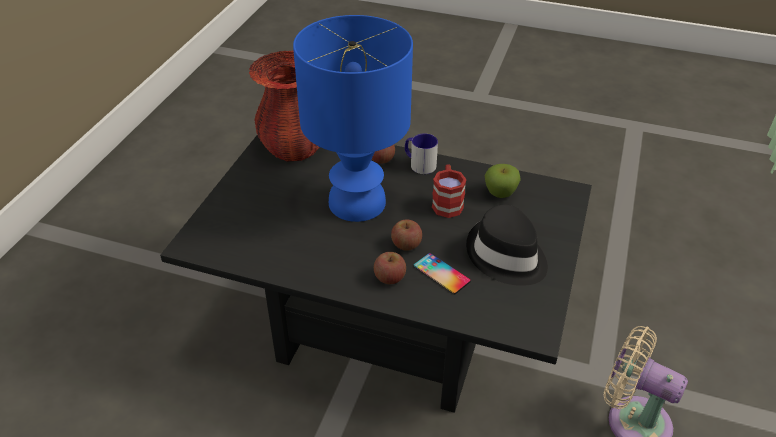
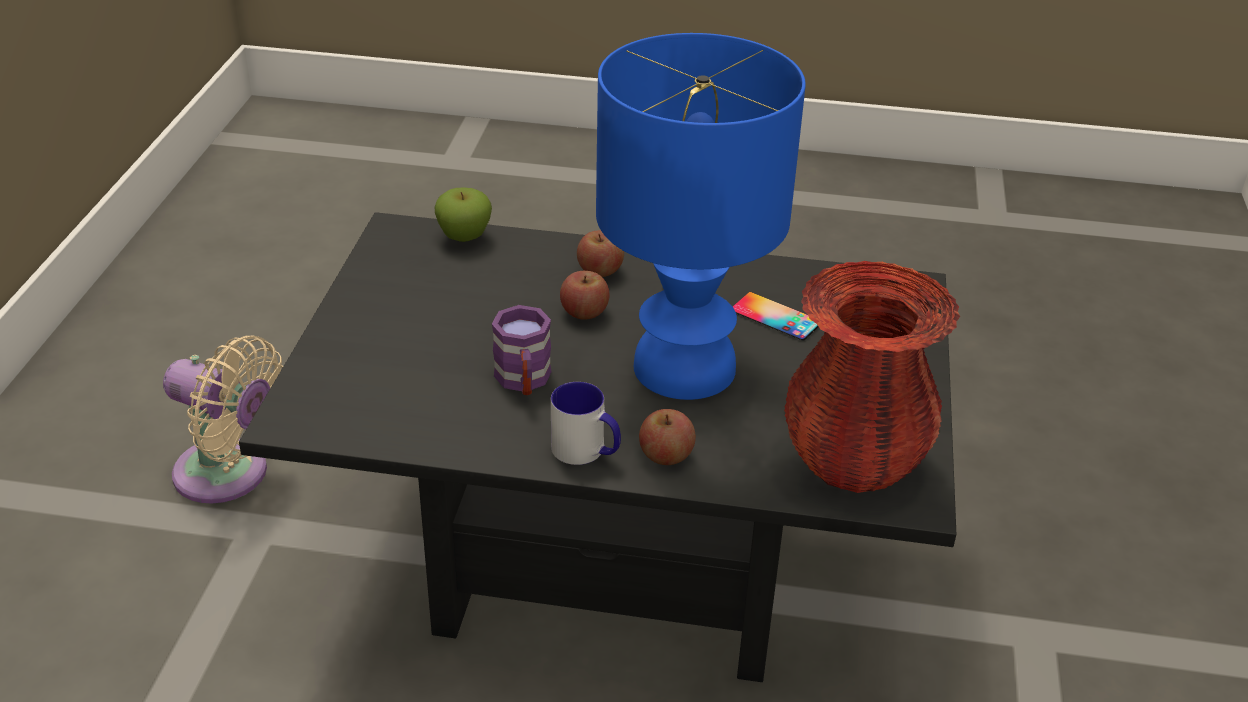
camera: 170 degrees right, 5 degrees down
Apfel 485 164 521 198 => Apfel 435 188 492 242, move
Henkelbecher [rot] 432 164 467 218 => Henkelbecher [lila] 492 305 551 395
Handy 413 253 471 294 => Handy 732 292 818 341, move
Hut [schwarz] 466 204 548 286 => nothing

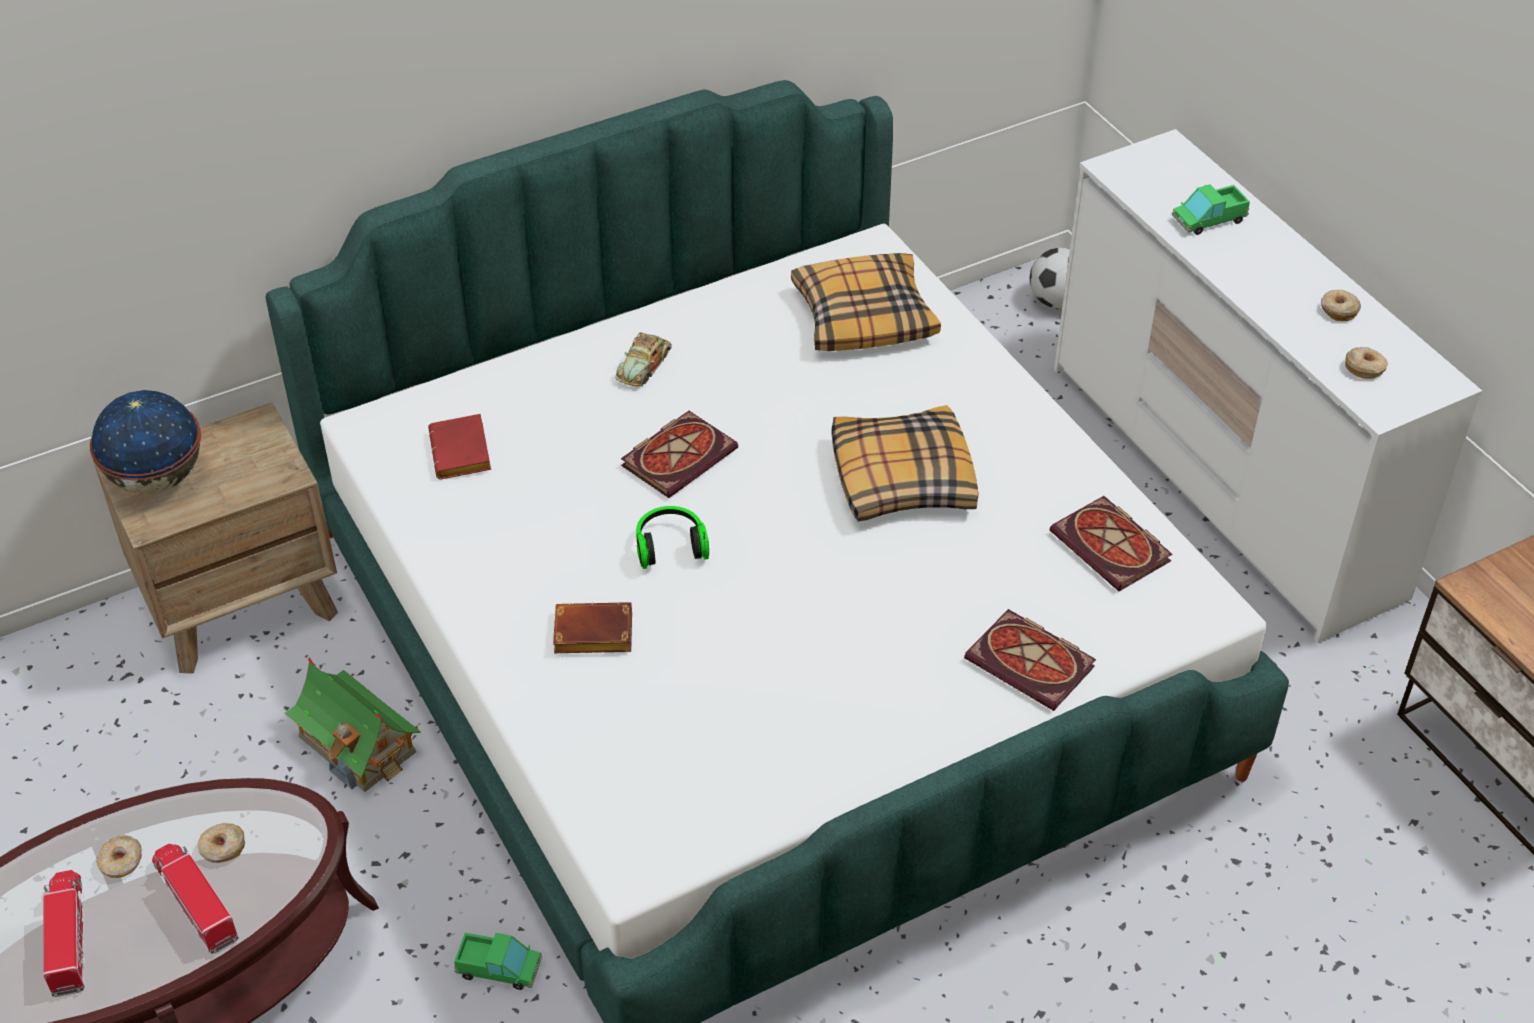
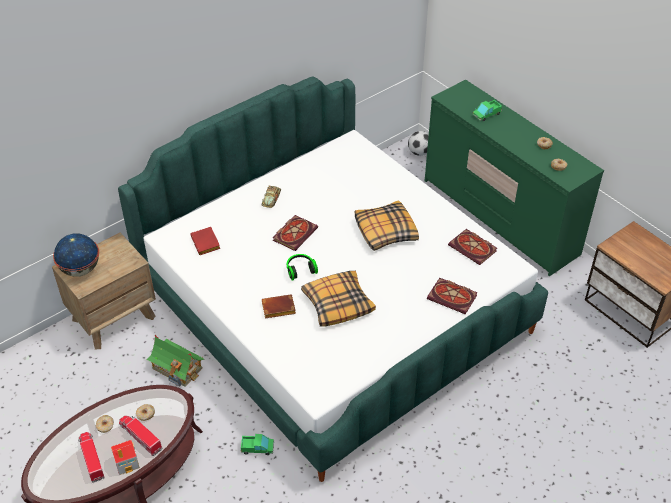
camera: 10 degrees left, 0 degrees up
nothing => Spielzeughaus 111 440 140 475
Kissen 791 253 941 351 => Kissen 301 271 376 327, move
Kommode [weiß] 1054 129 1482 643 => Kommode [grün] 425 79 604 276

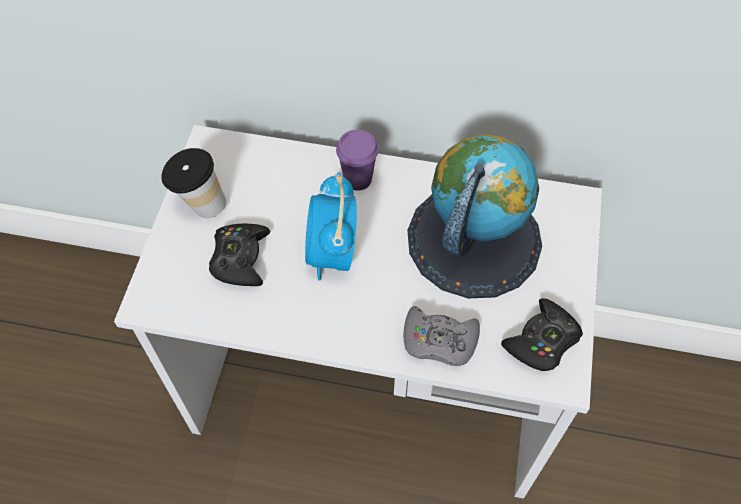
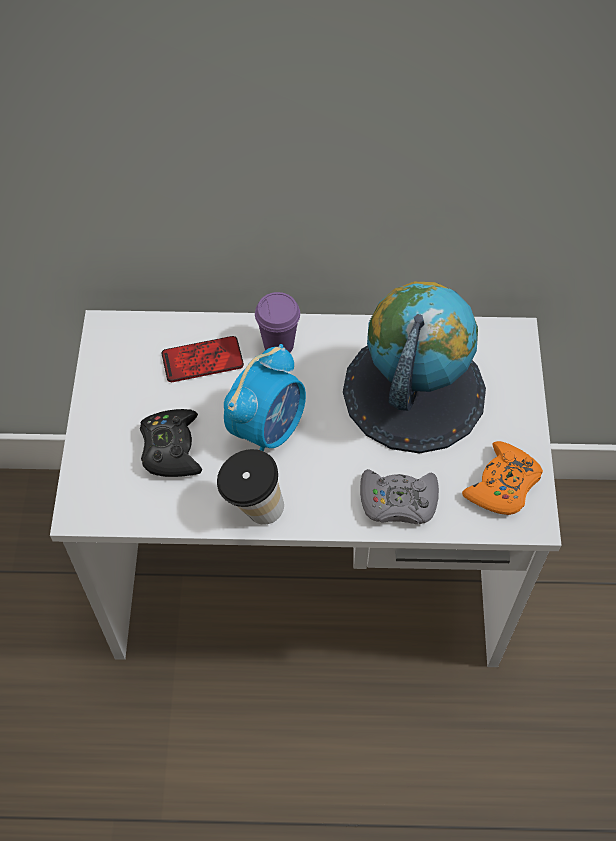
camera: 10 degrees left, 0 degrees up
nothing => Handy 162 336 244 382
Tasse 161 148 226 218 => Tasse 217 449 284 525, move
Wecker 305 172 357 281 => Wecker 224 344 306 451, 135 degrees counterclockwise
Gamepad [schwarz] 501 298 583 371 => Gamepad [orange] 462 441 543 515

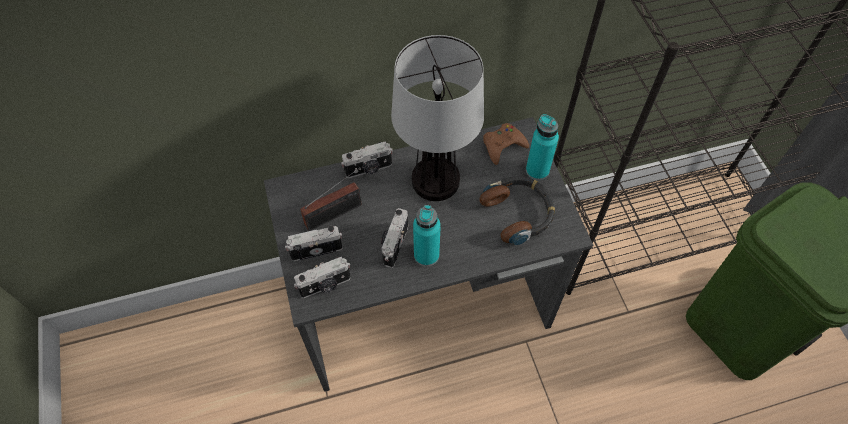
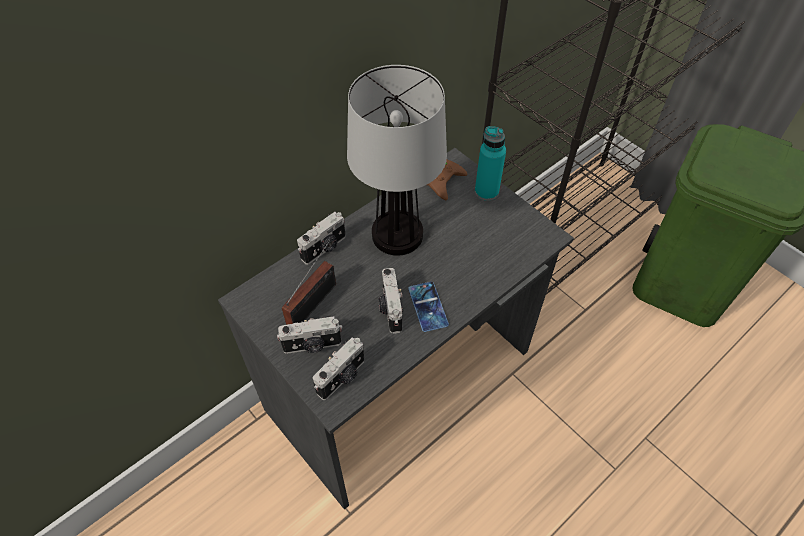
camera: 25 degrees left, 5 degrees down
Kamera 285 226 343 261 => Kamera 277 316 342 354, 150 degrees counterclockwise
Flasche [türkis] 413 205 441 266 => Handy 408 282 449 332
Kopfhörer 479 177 555 245 => nothing

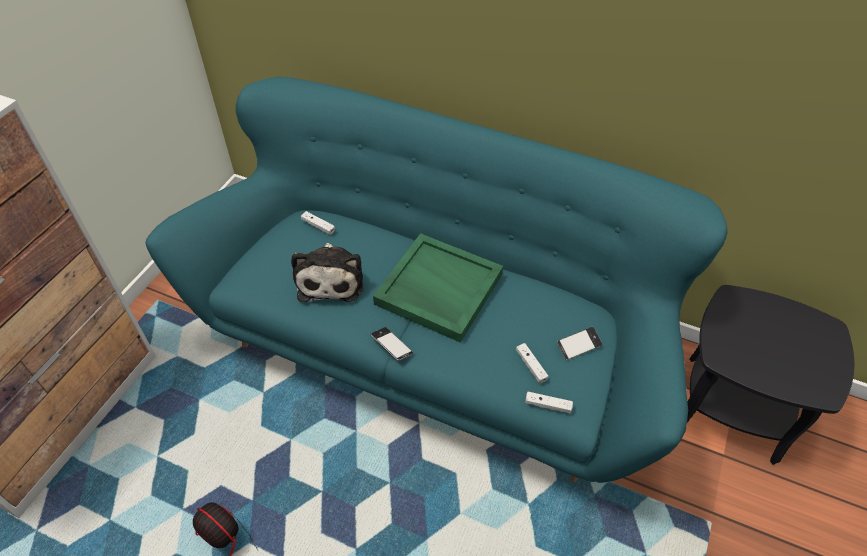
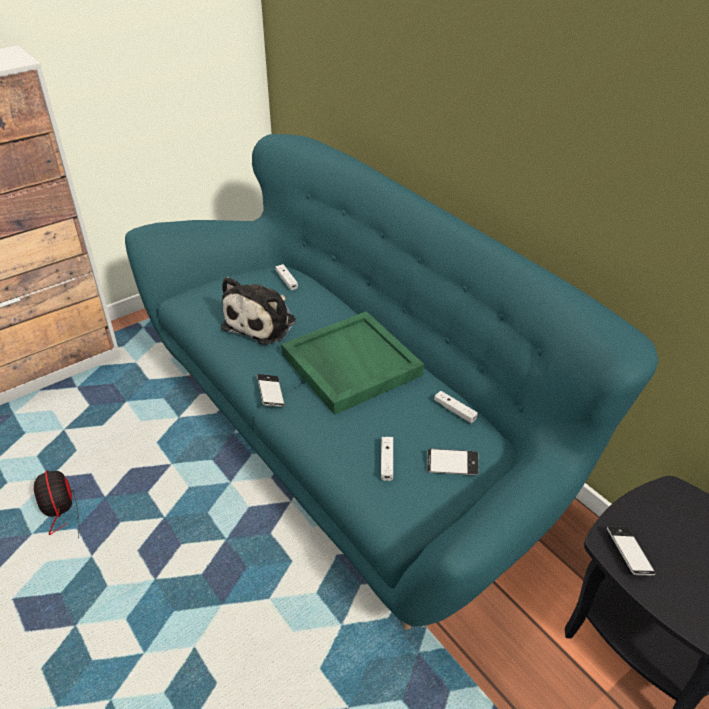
camera: 30 degrees right, 10 degrees down
Gamepad [weiß] 525 392 573 413 => Gamepad [weiß] 434 391 478 423, move
nothing => Handy 606 526 656 576

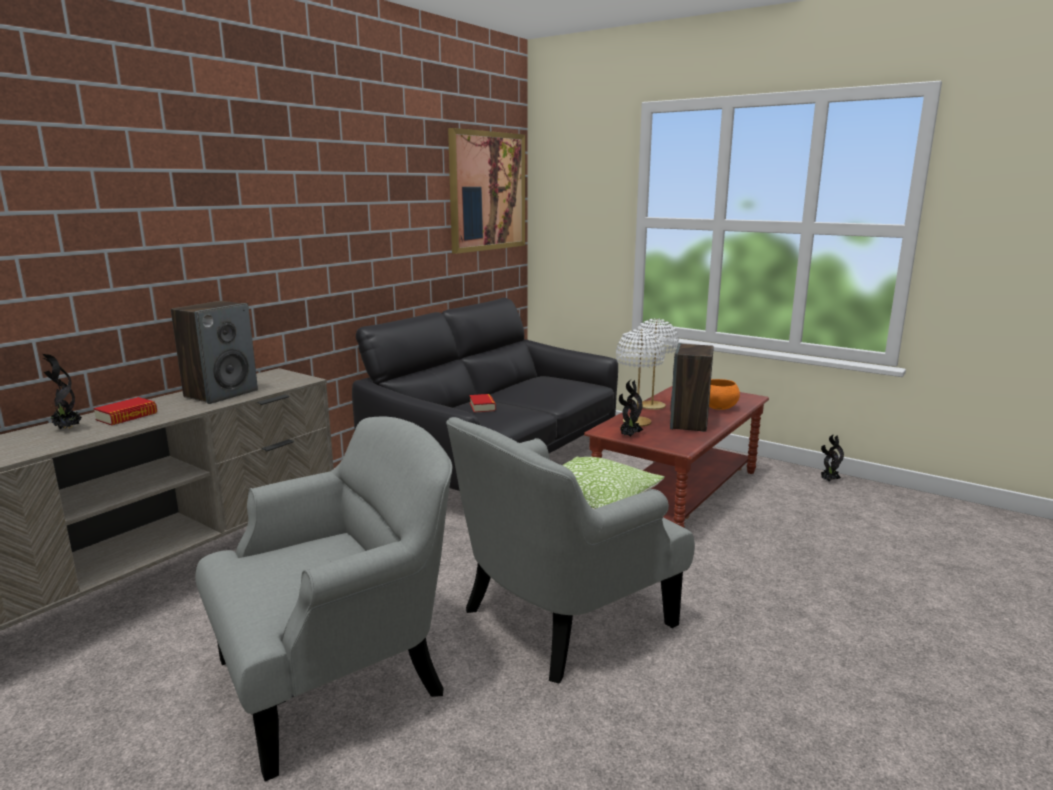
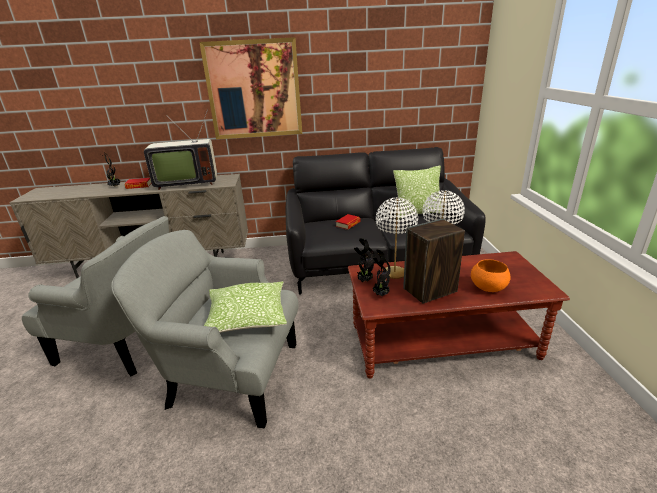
camera: 50 degrees right, 10 degrees up
Lautsprecher 171 301 258 404 => Fernseher 144 109 217 190
Bild 448 128 525 254 => Bild 199 37 302 139, move
Topfpflanze 821 435 844 481 => Topfpflanze 373 249 391 296, move
nothing => Kissen 393 165 441 219

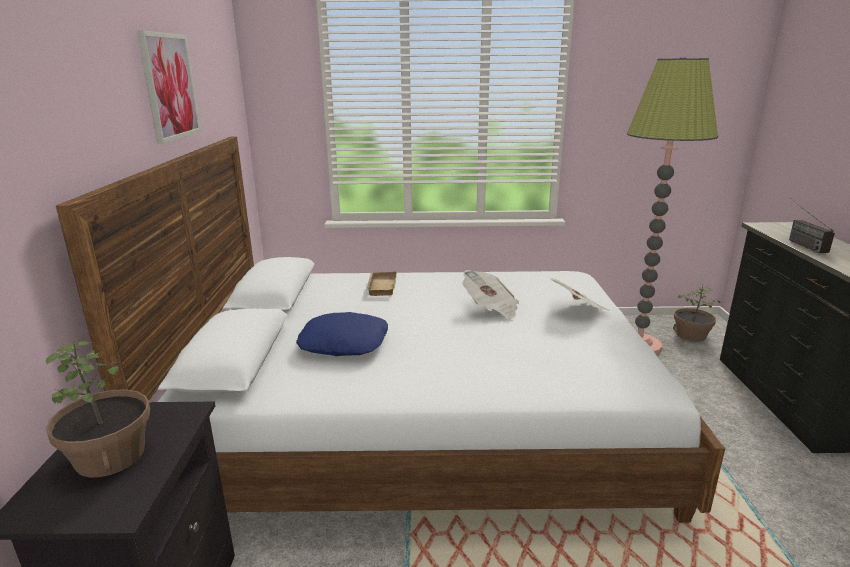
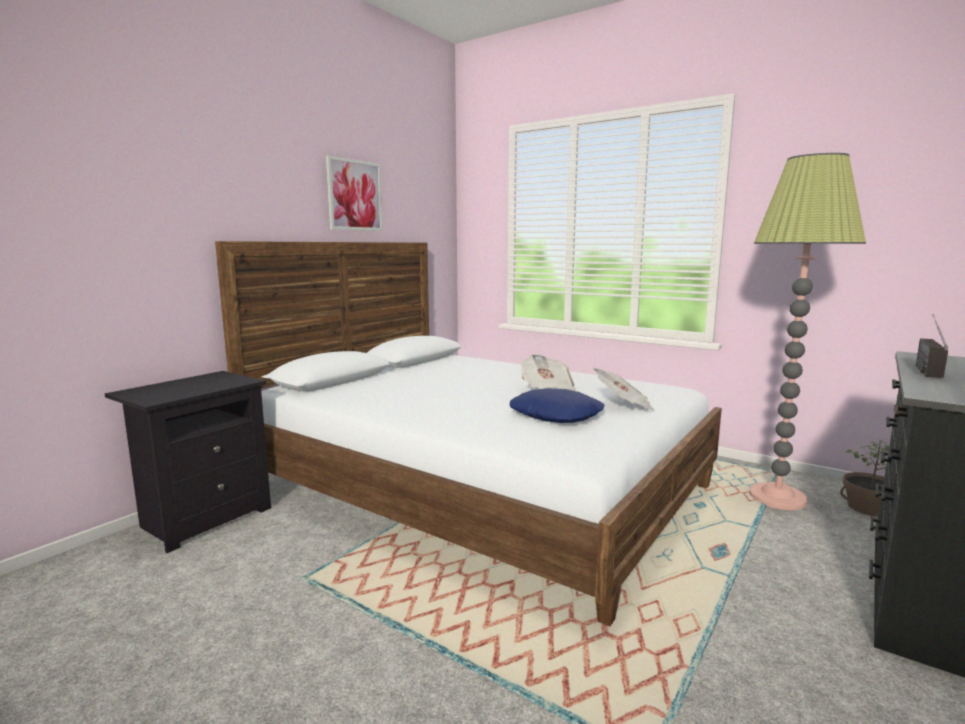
camera: 35 degrees right, 10 degrees down
Kissen [blau] 296 312 388 356 => Kissen [blau] 510 388 605 423, move
Topfpflanze 46 341 150 478 => nothing
Tablett [beige] 366 271 397 296 => nothing

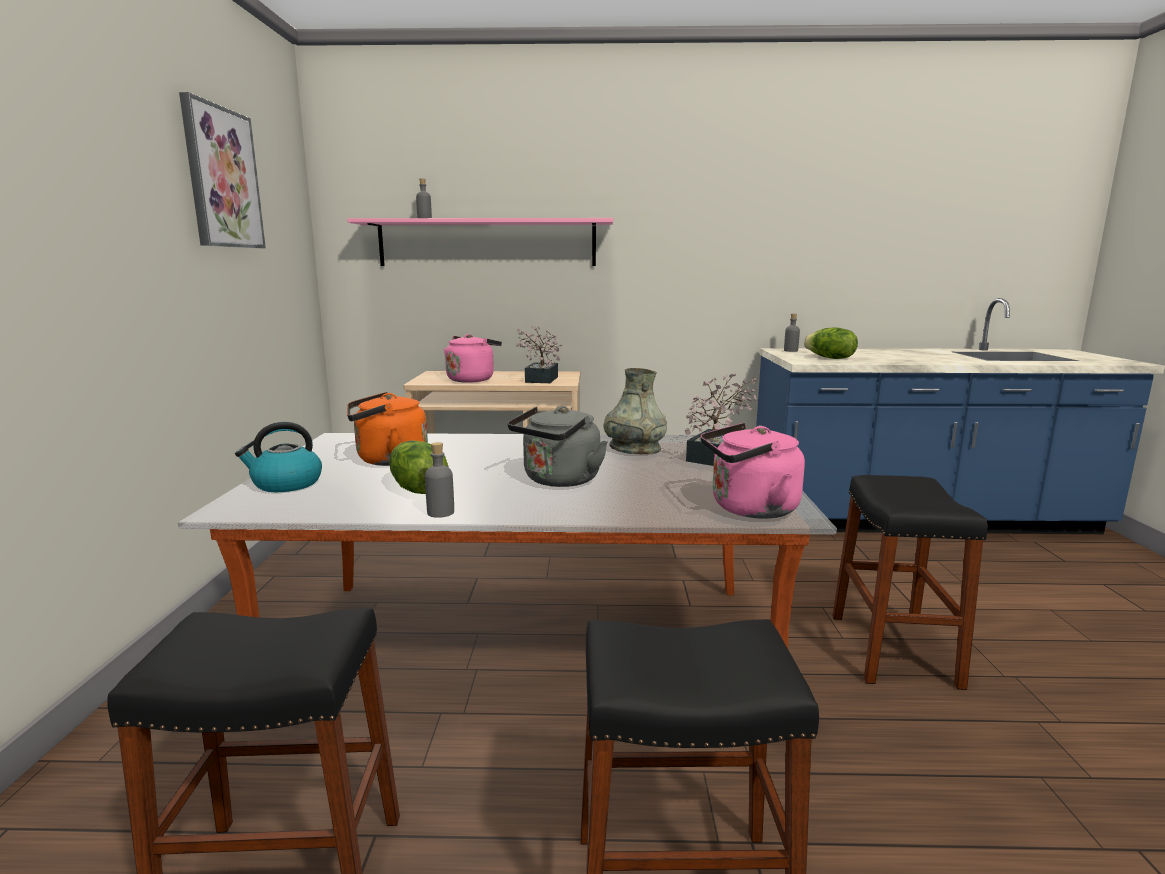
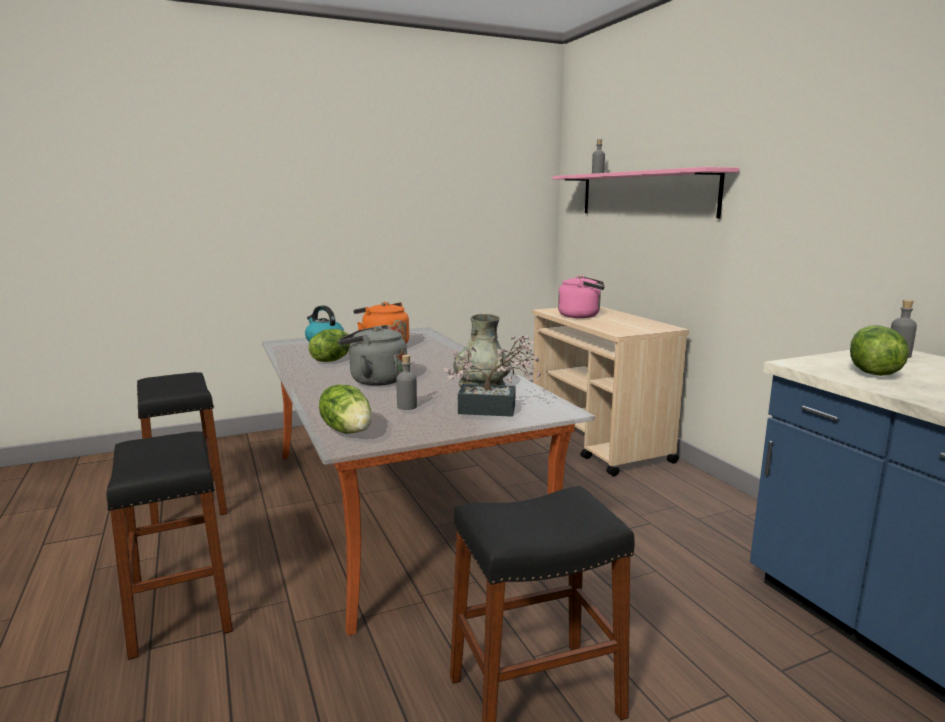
camera: 65 degrees right, 0 degrees up
Wasserkessel [rosa] 701 423 805 519 => Salatkopf 319 385 371 434
Flasche [grau] 425 442 454 518 => Flasche [grau] 396 355 417 410, move
Bild 179 92 266 248 => nothing
Topfpflanze 515 326 562 383 => nothing

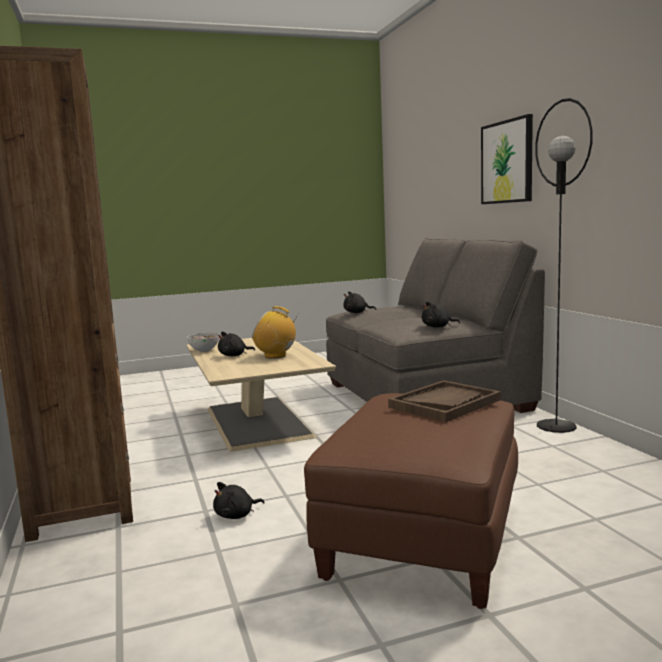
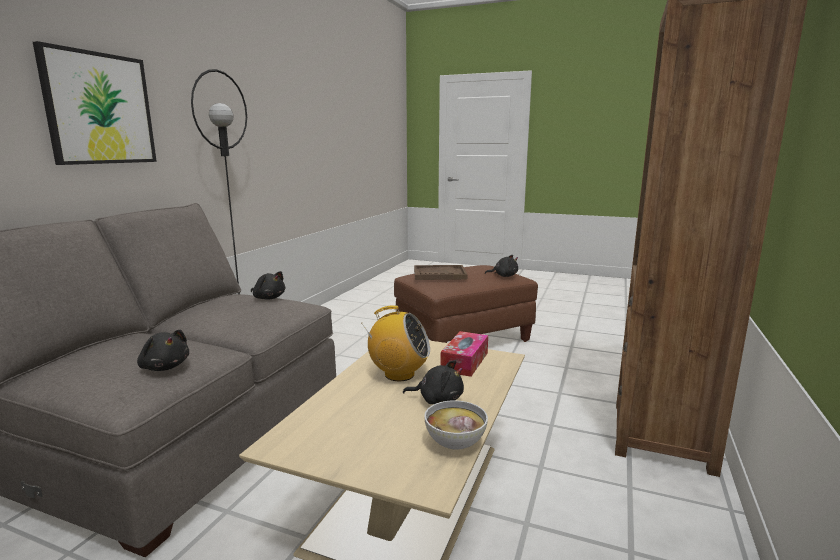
camera: 140 degrees left, 5 degrees up
Radio 252 306 296 359 => Radio 363 305 430 381, 45 degrees counterclockwise
nothing => Taschentuchbox 441 331 488 377
Plüschtier [schwarz] 213 482 265 519 => Plüschtier [schwarz] 485 255 518 277, move

